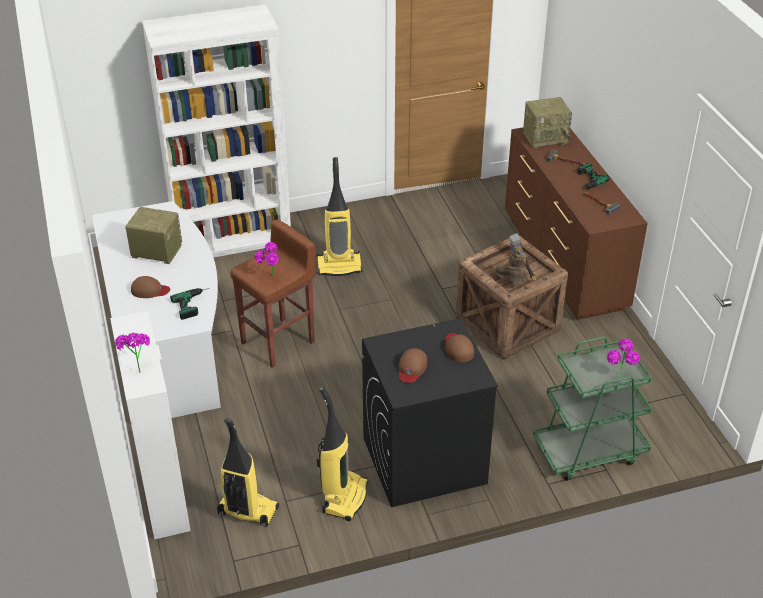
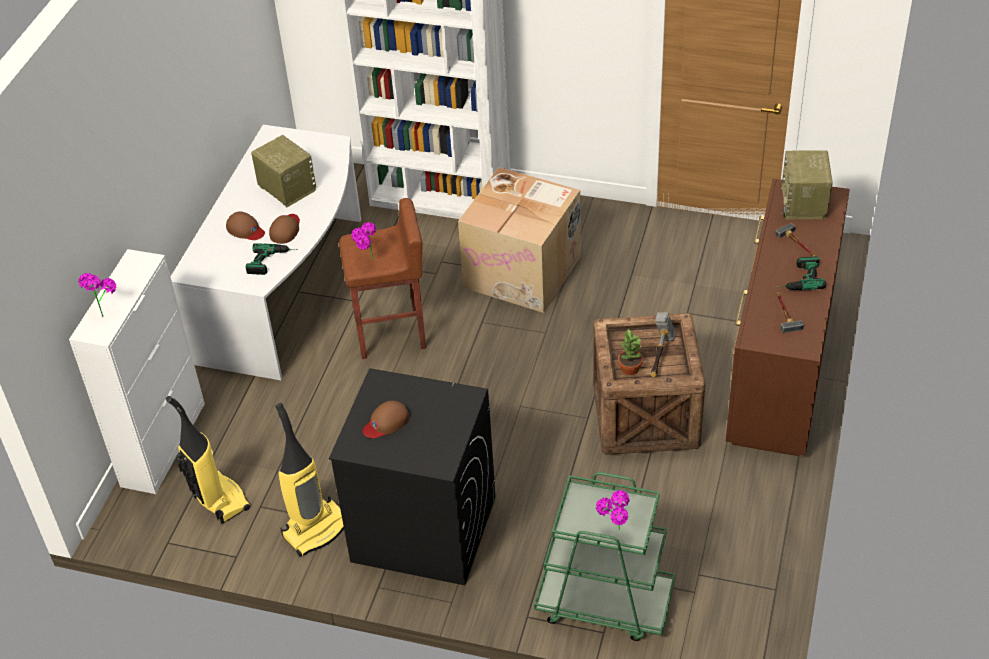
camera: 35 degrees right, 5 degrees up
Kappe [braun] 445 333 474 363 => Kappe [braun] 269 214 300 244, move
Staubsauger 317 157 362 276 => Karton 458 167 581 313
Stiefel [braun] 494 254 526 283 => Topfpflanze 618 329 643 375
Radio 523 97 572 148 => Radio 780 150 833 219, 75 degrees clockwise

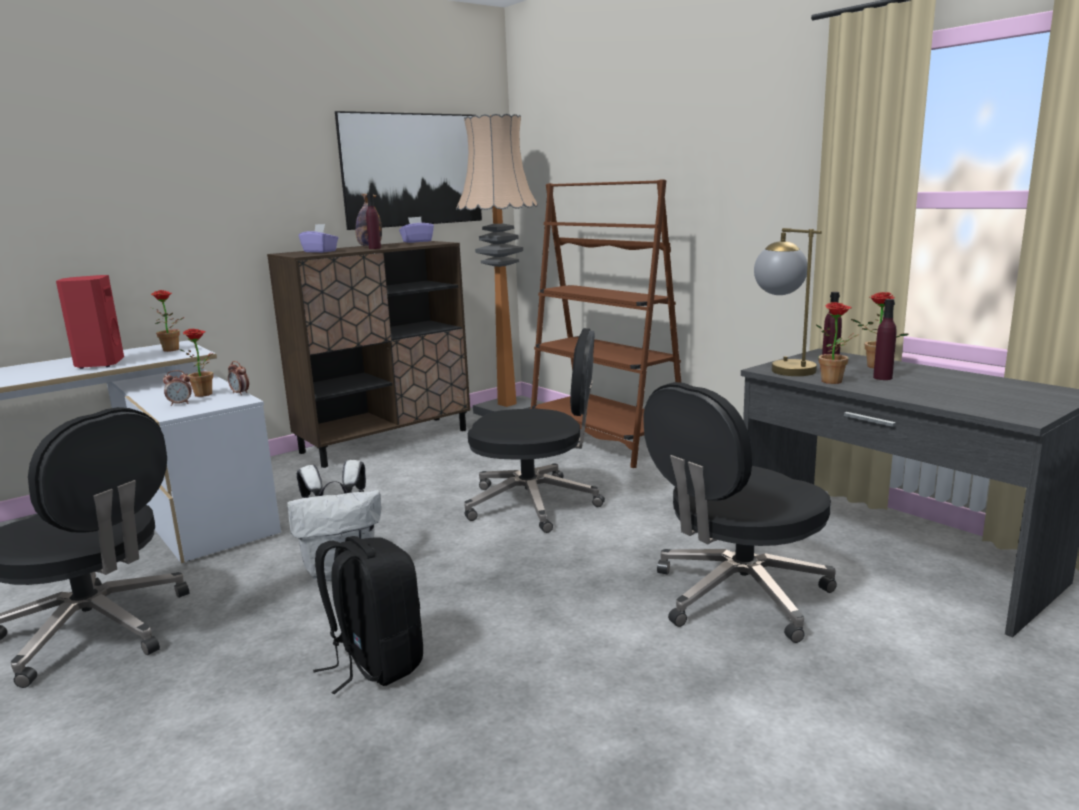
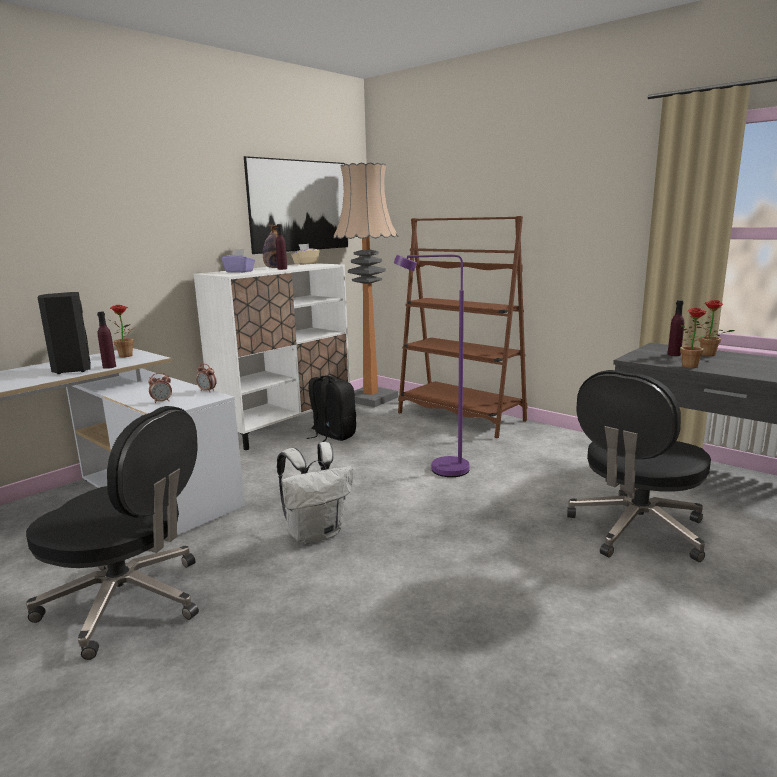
camera: 10 degrees left, 0 degrees up
Lautsprecher [rot] 56 275 124 369 => Lautsprecher [schwarz] 37 292 91 374
Flasche [lila] 873 299 897 380 => Flasche [lila] 97 312 116 369, move
Schrank [braun] 267 241 470 468 => Schrank [weiß] 194 263 350 450
Taschentuchbox [lila] 399 217 434 243 => Taschentuchbox [beige] 291 244 320 265
Rucksack [schwarz] 313 536 423 694 => Rucksack [schwarz] 306 376 356 442, move
Bürostuhl [schwarz] 464 328 605 533 => Stehlampe [lila] 394 255 470 477
Topfpflanze 179 329 213 397 => nothing
Tischlampe 754 228 822 376 => nothing

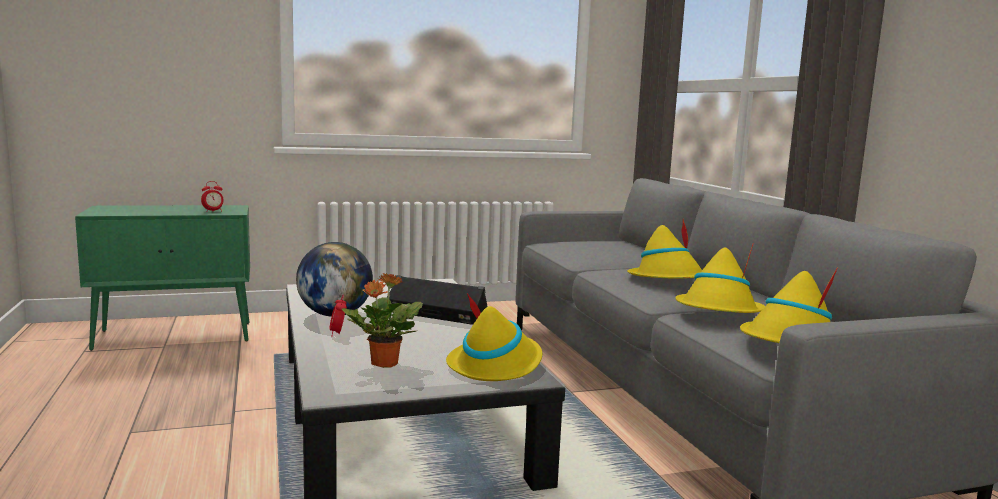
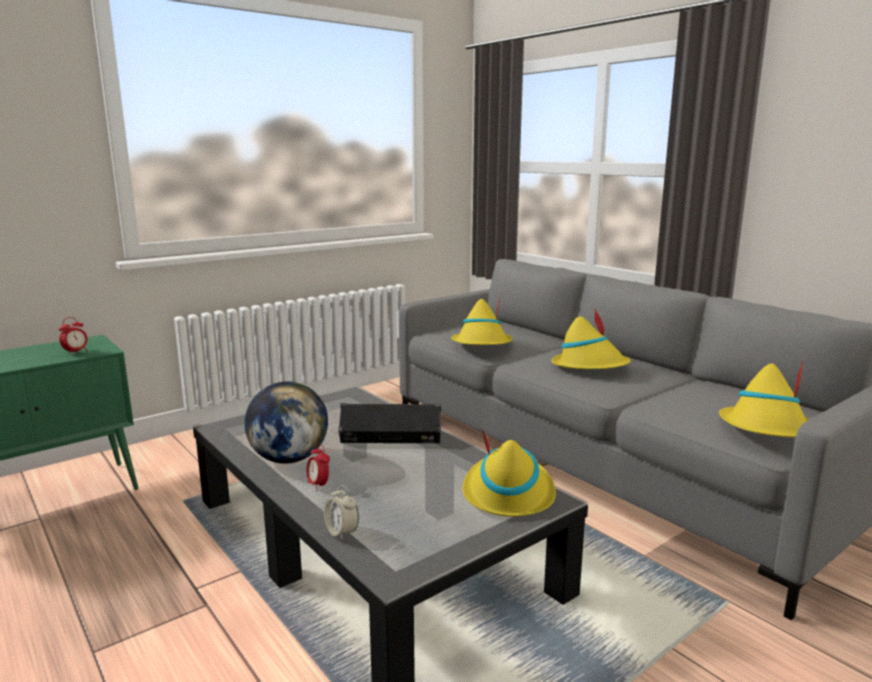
camera: 20 degrees left, 5 degrees up
nothing => Wecker 324 485 359 540
Hut [gelb] 675 244 765 313 => Hut [gelb] 451 297 513 345, move
Topfpflanze 342 273 423 368 => nothing

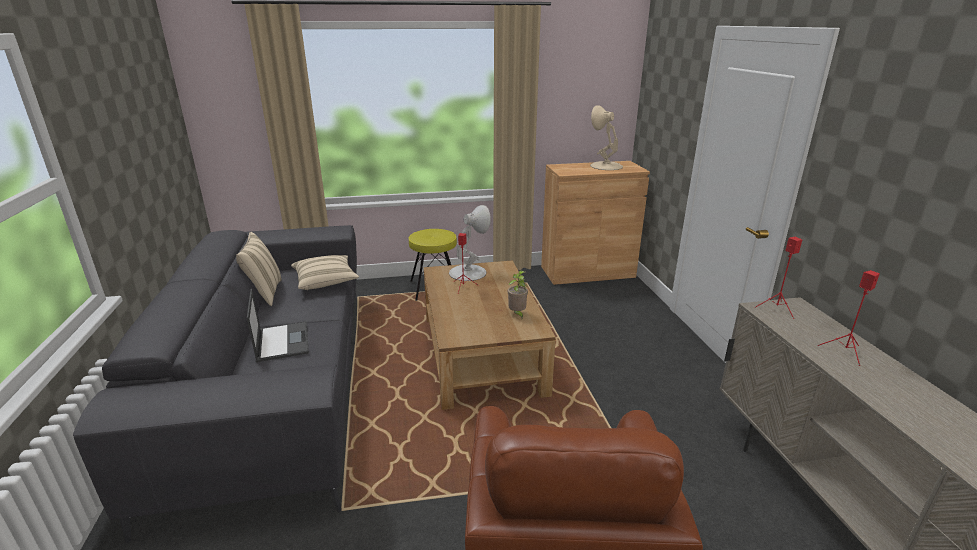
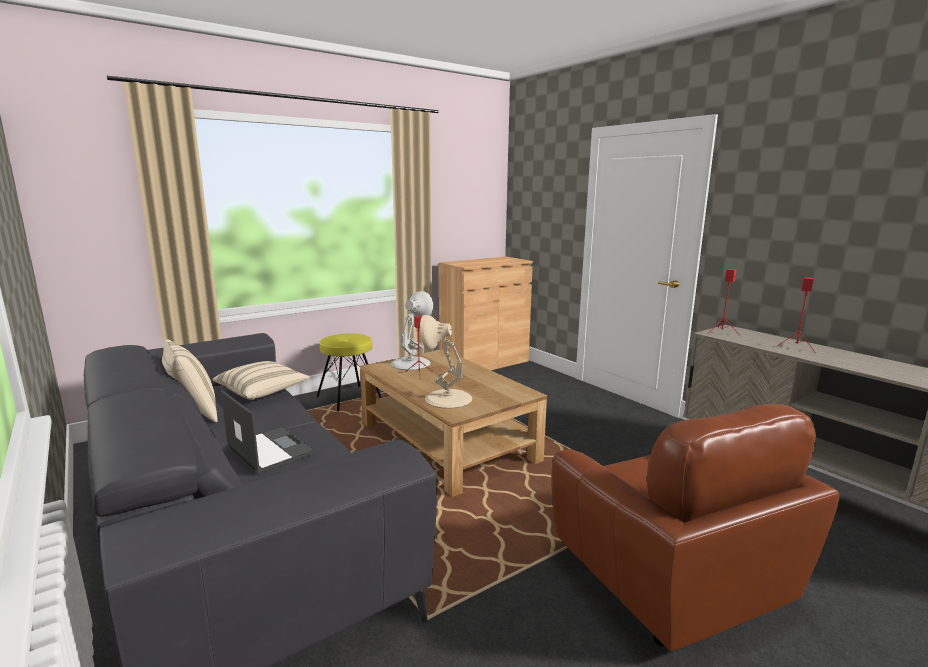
camera: 25 degrees left, 10 degrees down
Tischlampe [beige] 590 106 623 170 => Tischlampe [beige] 420 315 472 408, move
Topfpflanze 508 271 529 318 => nothing

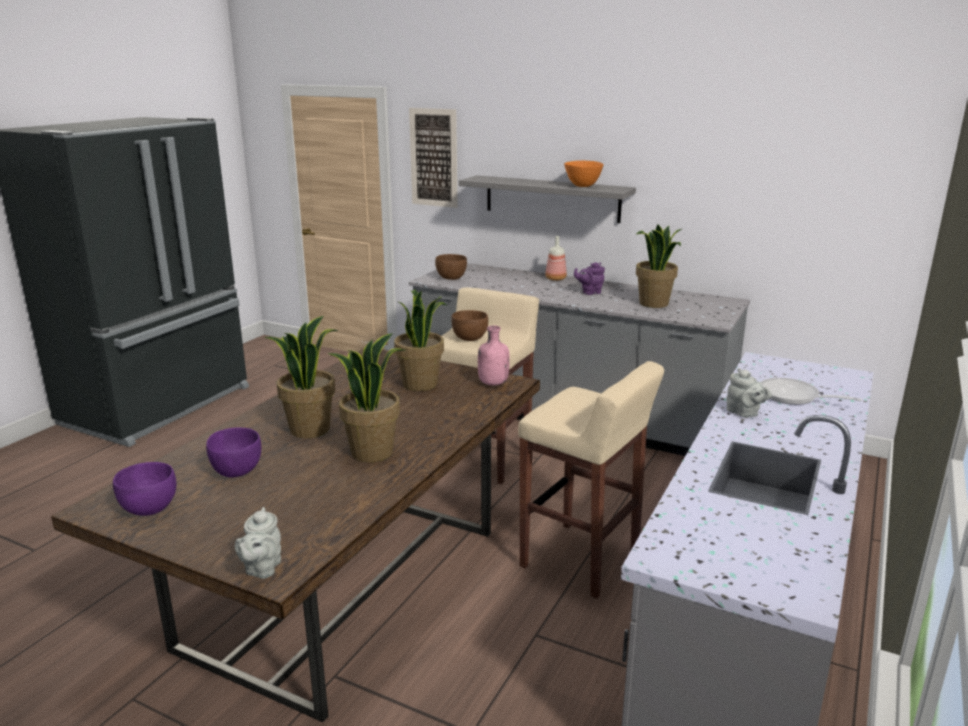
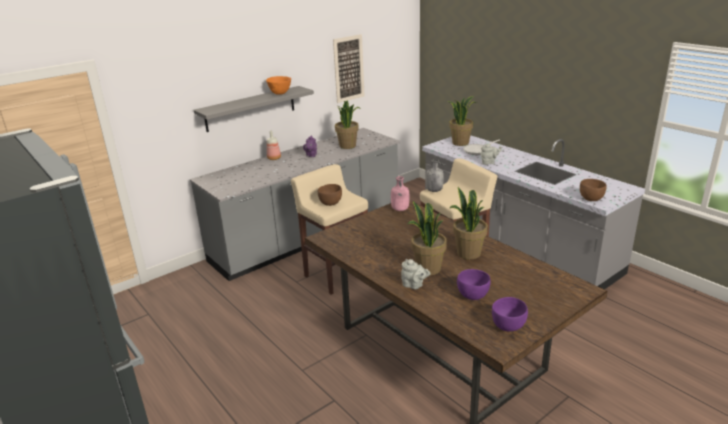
camera: 65 degrees left, 5 degrees up
Bild 409 108 458 208 => Bild 333 34 364 103, move
Teekanne [grau] 235 507 281 579 => Teekanne [grau] 401 259 431 289, move
nothing => Flasche [grau] 426 159 444 192
Topfpflanze 394 289 447 391 => Topfpflanze 448 96 477 146, move
Schüssel [braun] 435 254 467 280 => Schüssel [braun] 580 179 607 201, move

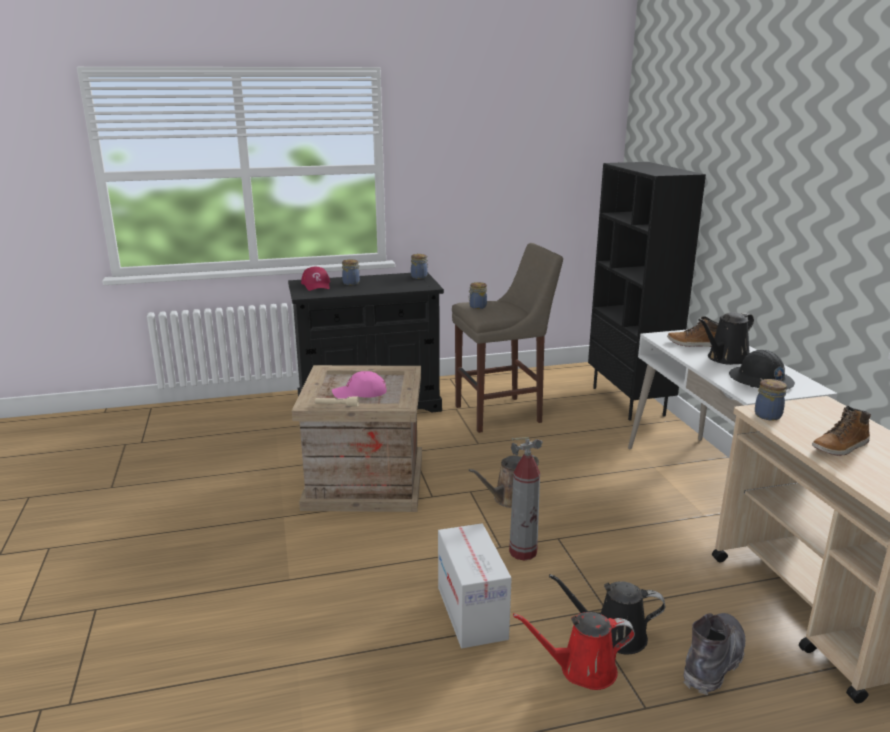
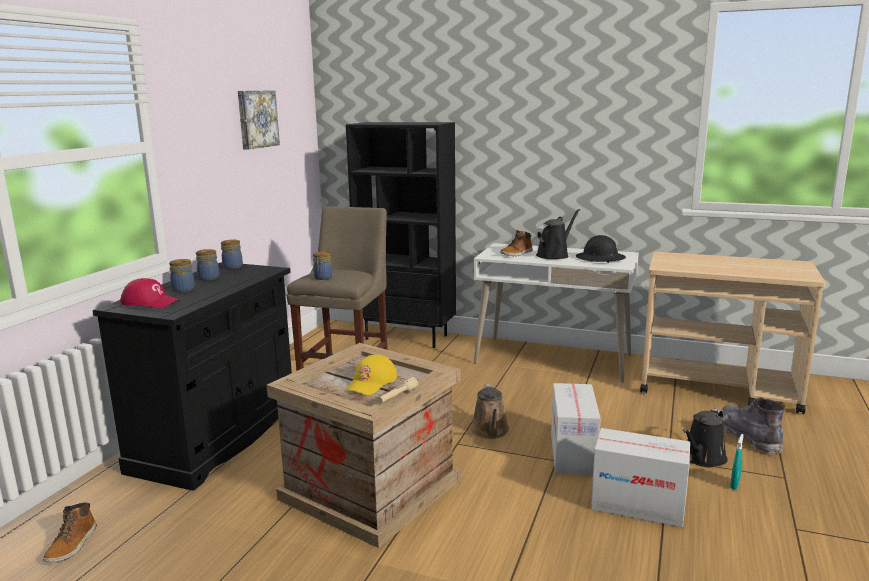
camera: 55 degrees left, 5 degrees down
Stiefel 812 406 871 456 => Stiefel 43 503 97 562, move
Vorratsglas 755 379 787 420 => Vorratsglas 196 249 219 281, move
nothing => Bild 238 90 280 150
Kappe [rosa] 332 371 387 399 => Kappe [gelb] 346 355 397 395
Gießkanne [schwarz] 698 312 754 365 => Gießkanne [schwarz] 536 209 580 259, 135 degrees counterclockwise
Feuerlöscher 509 437 543 560 => Karton 551 383 601 475
Gießkanne [rot] 513 612 635 690 => Sprühflasche [türkis] 730 434 743 490

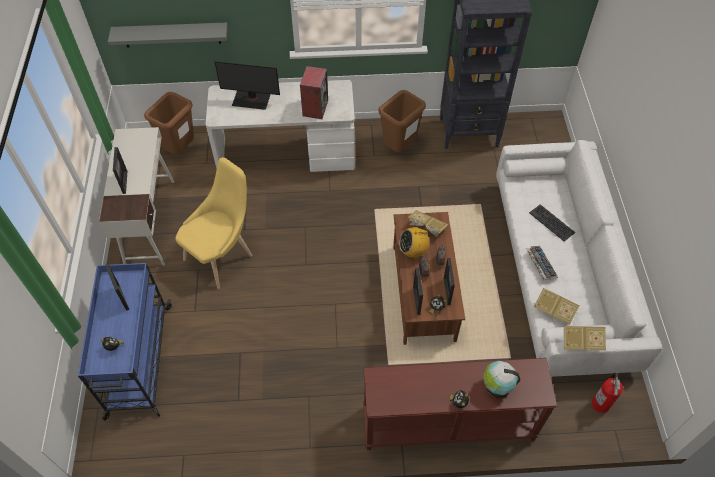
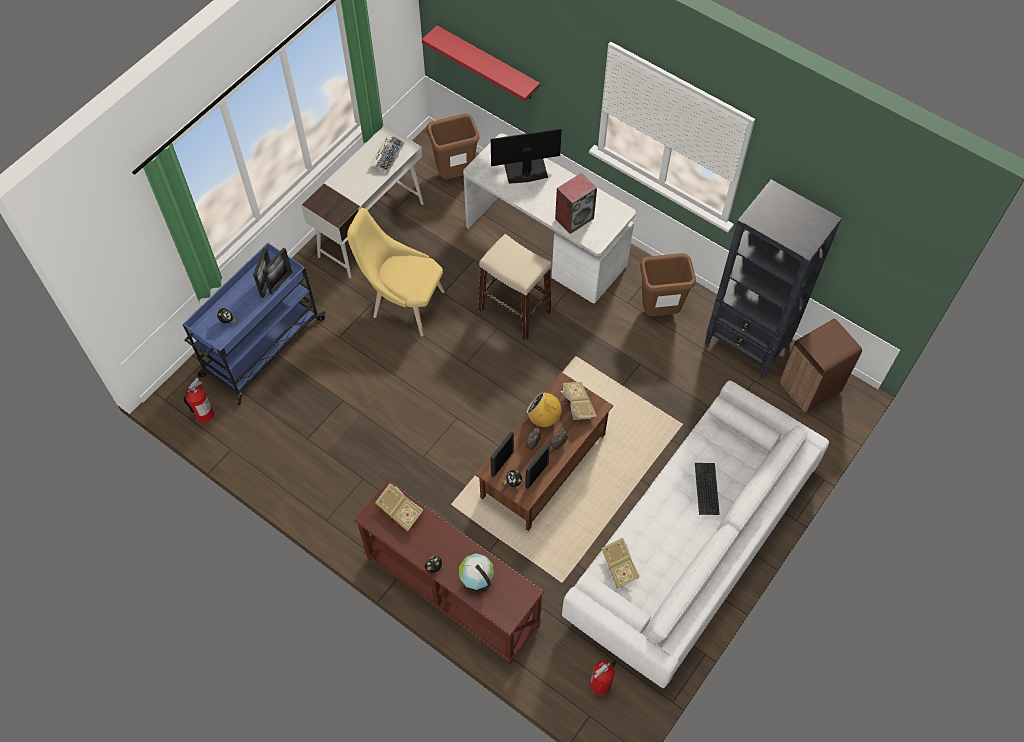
camera: 40 degrees right, 5 degrees up
nothing => Feuerlöscher 183 378 214 423
Bilderrahmen 113 147 127 194 => Bilderrahmen 262 248 292 295, move
Stuhl [gelb] 175 157 253 289 => Stuhl [gelb] 347 208 445 336, 150 degrees counterclockwise
Tastatur 526 246 558 280 => Tastatur 371 135 405 174, move
Buch 564 326 606 350 => Buch 375 483 423 531, move
Wandregal [grau] 108 23 228 47 => Wandregal [rot] 422 25 540 102
nothing => Hocker [beige] 478 234 552 340
Monitor 215 61 280 110 => Monitor 491 128 562 184, 120 degrees clockwise
nothing => Mülleimer [braun] 779 319 862 413

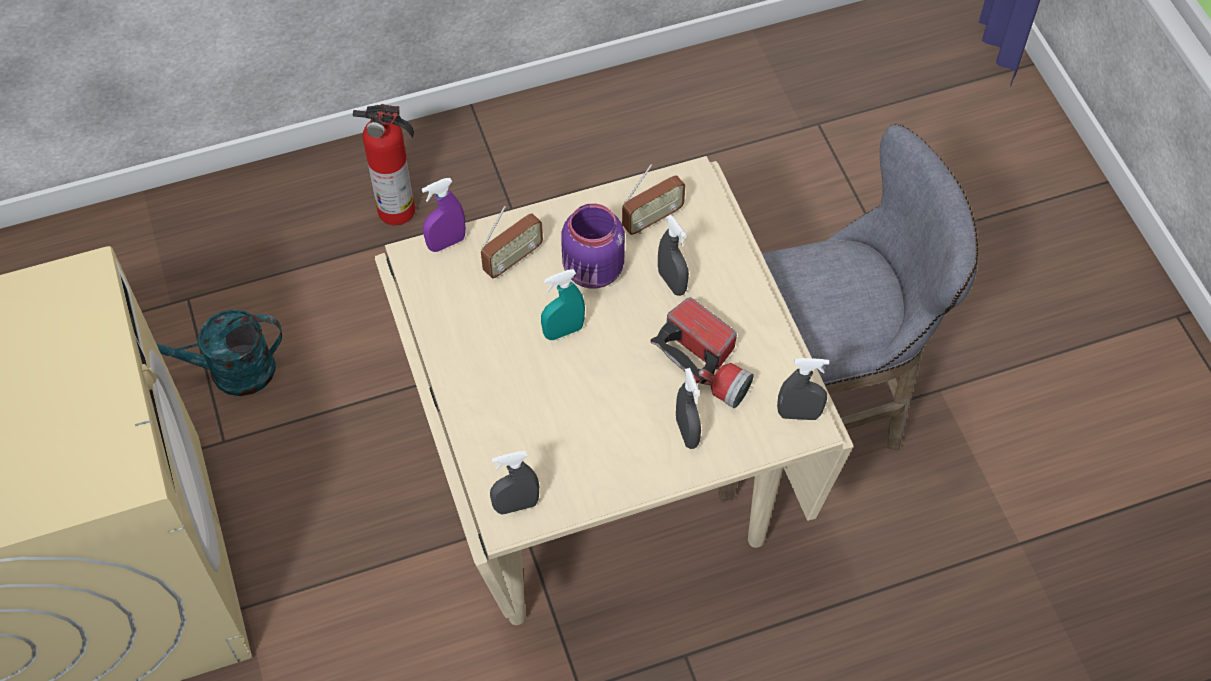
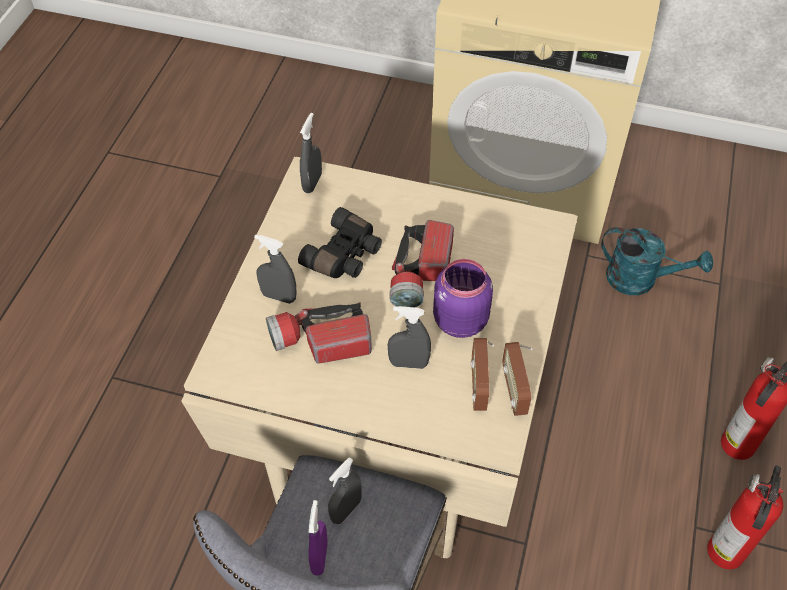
camera: 125 degrees right, 5 degrees down
nothing => Fernglas [schwarz] 298 207 382 278
Sprühflasche [lila] 422 178 466 252 => Sprühflasche [lila] 308 500 328 576, move
Sprühflasche [grau] 777 358 829 420 => Sprühflasche [grau] 328 457 362 524, move
Sprühflasche [türkis] 541 269 585 340 => Taschenlampe 389 220 454 307
Radio 481 205 543 279 => Radio 502 342 532 416, move
Gießkanne [türkis] 157 309 282 396 => Gießkanne [türkis] 601 227 713 295, 90 degrees clockwise
nothing => Feuerlöscher 707 466 783 569

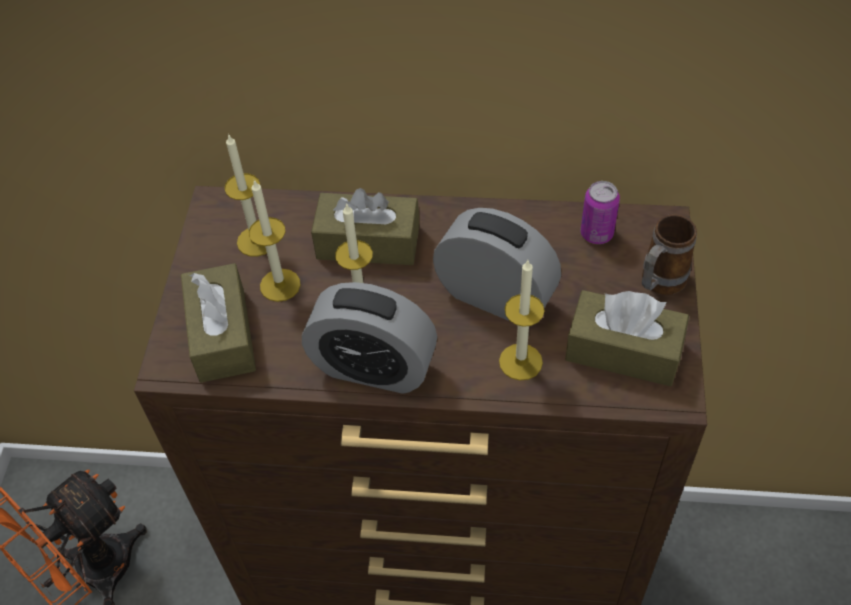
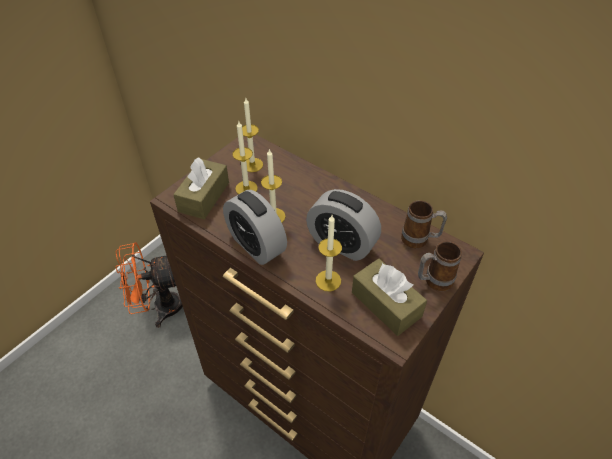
camera: 30 degrees right, 5 degrees down
Wecker 433 208 561 321 => Wecker 306 189 381 261, 150 degrees clockwise
Dose 581 181 620 244 => Henkelbecher 401 200 447 248
Taschentuchbox [braun] 311 188 419 265 => nothing

